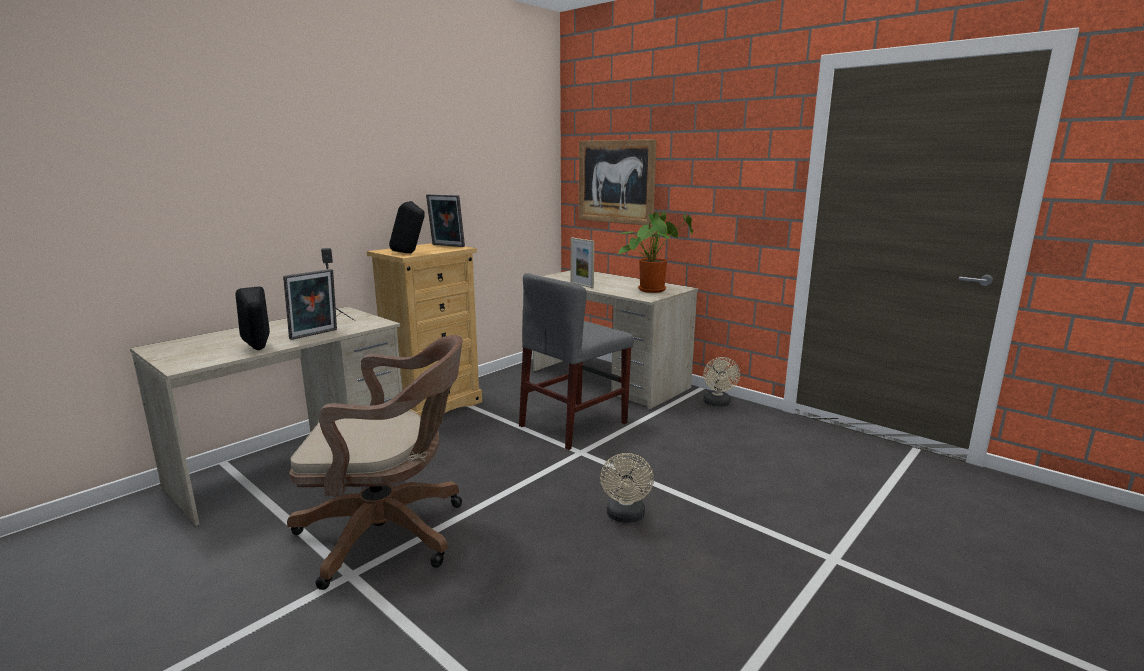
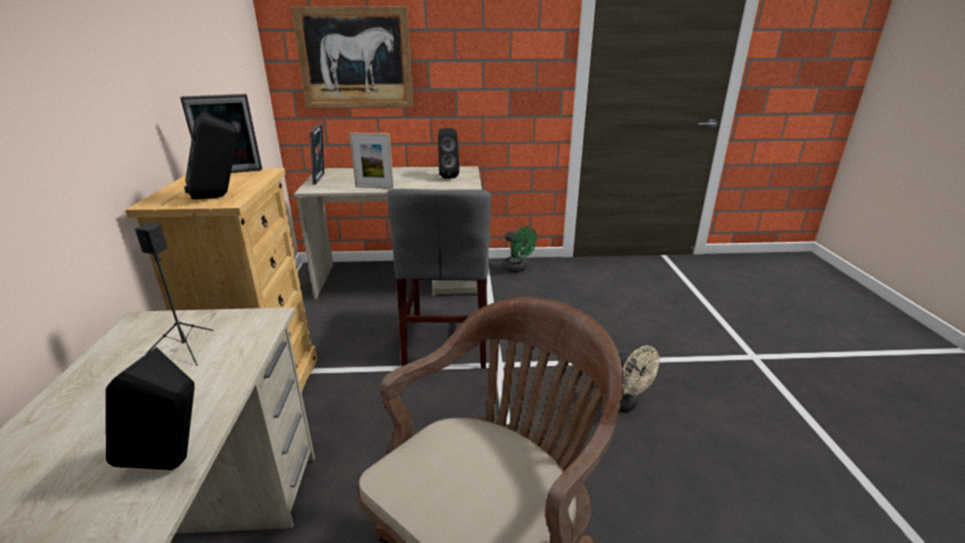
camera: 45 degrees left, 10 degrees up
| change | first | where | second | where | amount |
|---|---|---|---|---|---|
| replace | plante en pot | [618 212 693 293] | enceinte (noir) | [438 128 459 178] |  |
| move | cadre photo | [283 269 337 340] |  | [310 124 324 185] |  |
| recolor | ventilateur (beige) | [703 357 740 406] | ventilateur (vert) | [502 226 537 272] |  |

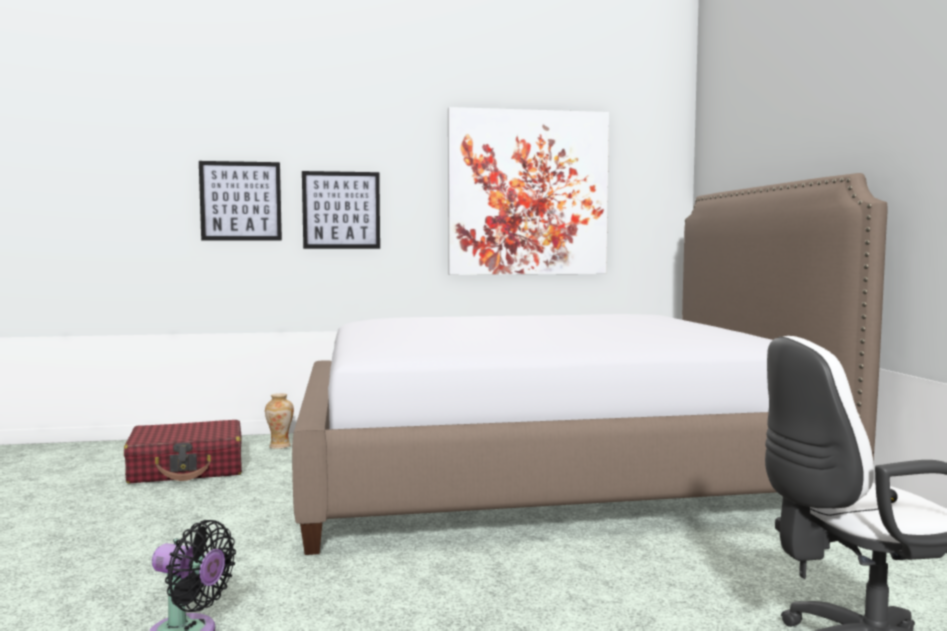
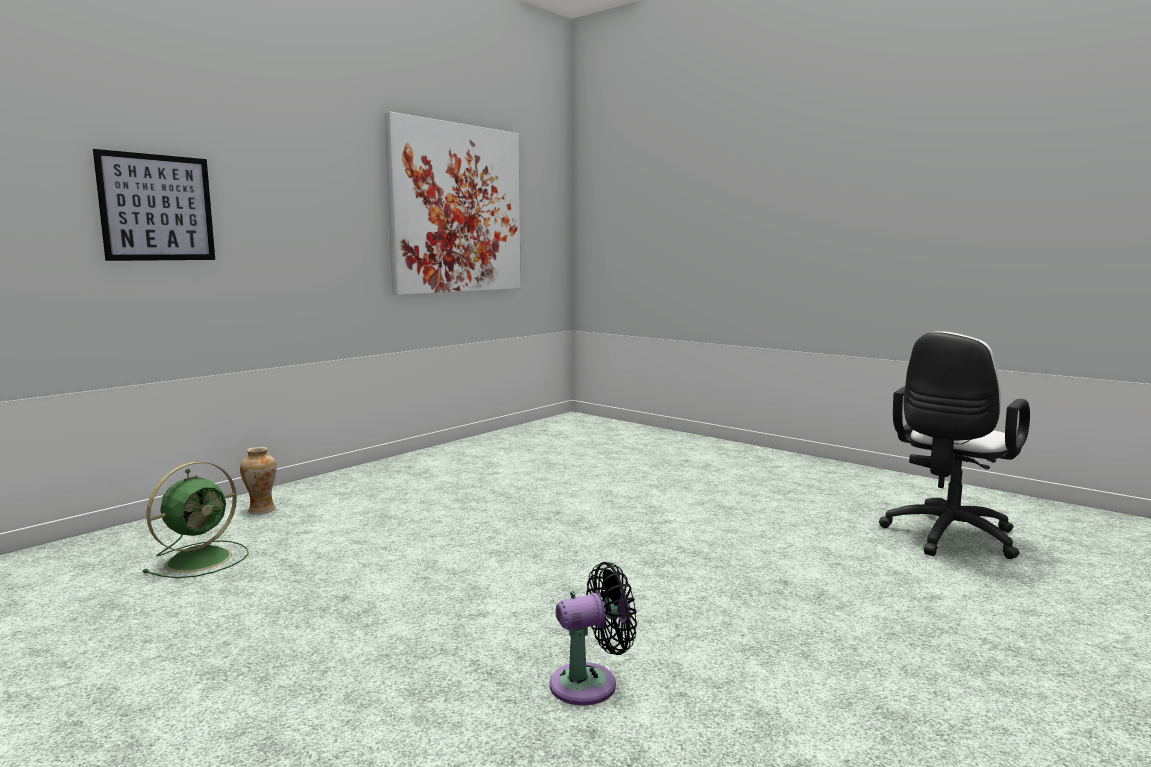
camera: 40 degrees left, 5 degrees up
| change | first | where | second | where | amount |
|---|---|---|---|---|---|
| delete | tableau | [302 171 380 249] |  |  |  |
| delete | lit | [292 173 888 555] |  |  |  |
| replace | valise (rouge) | [124 420 242 483] | ventilateur (vert) | [142 462 249 578] |  |

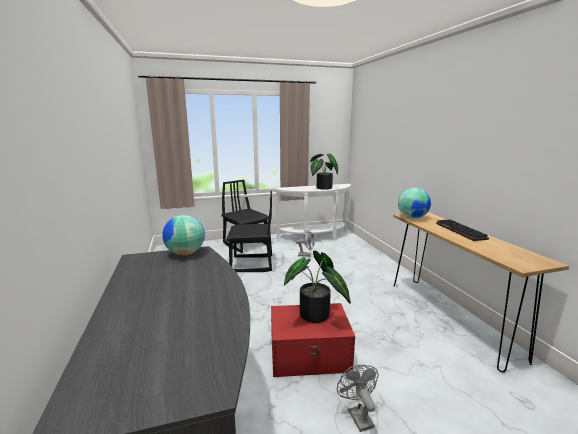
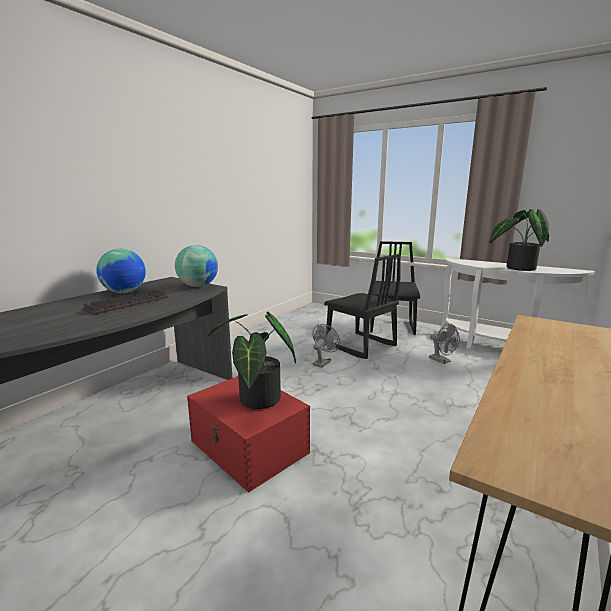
camera: 50 degrees right, 0 degrees up
| change | first | where | second | where | amount |
|---|---|---|---|---|---|
| move | globe | [398 188 431 218] |  | [96 249 146 293] |  |
| move | clavier | [436 220 489 241] |  | [83 289 168 315] |  |
| move | ventilateur (gris) | [337 365 378 432] |  | [313 324 340 368] |  |

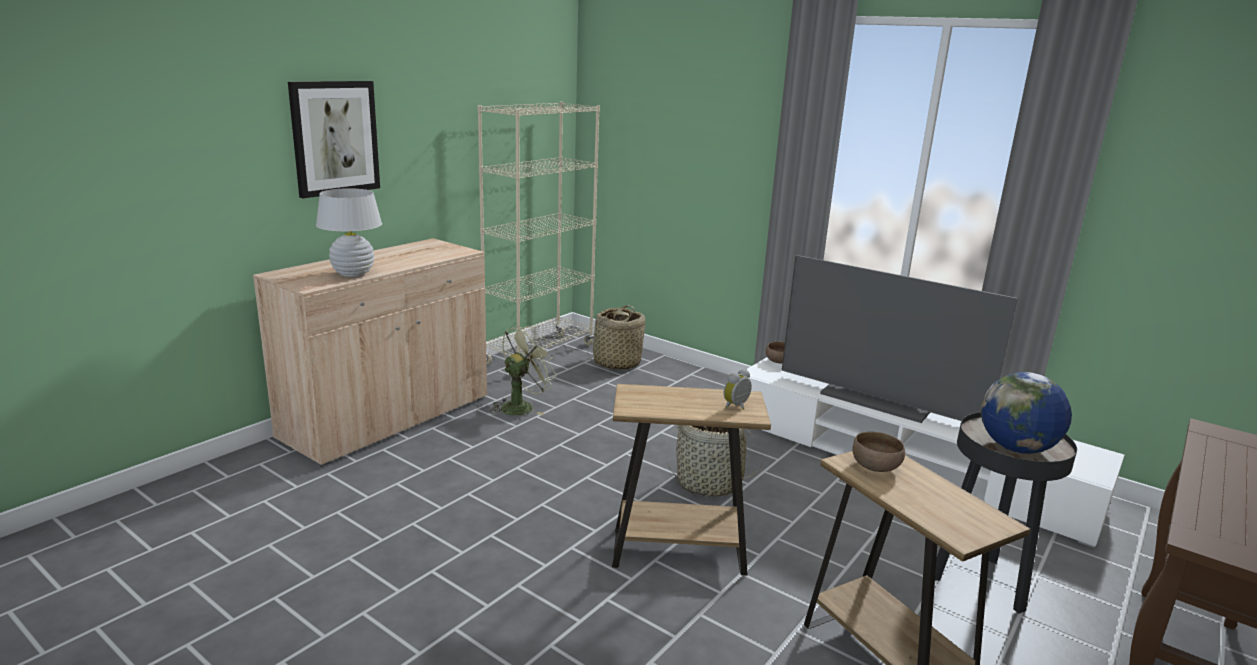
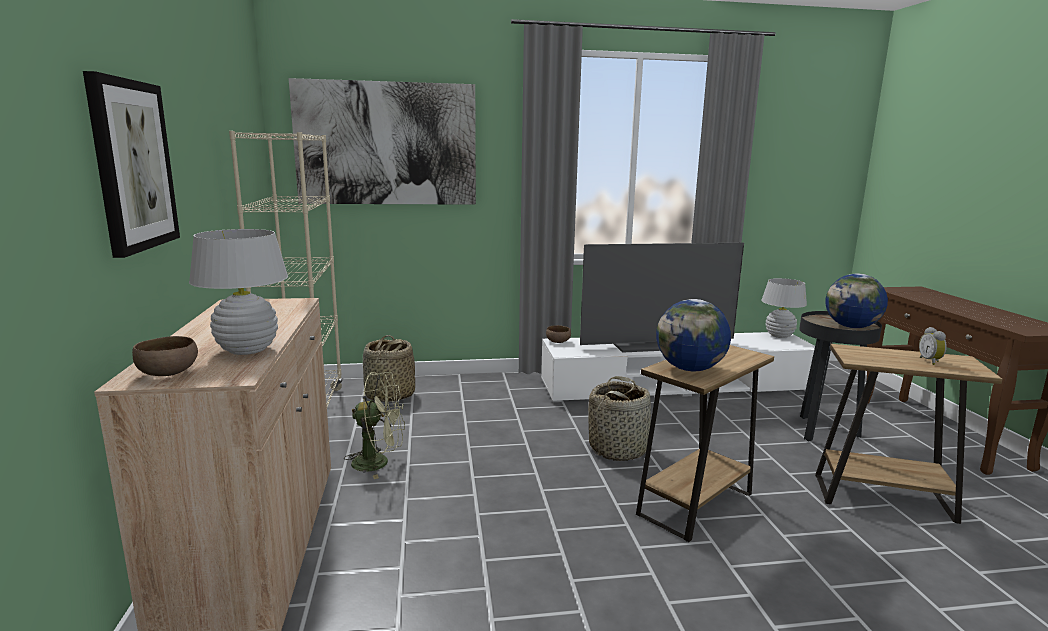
camera: 45 degrees left, 5 degrees down
| change | first | where | second | where | amount |
|---|---|---|---|---|---|
| rotate | ventilateur (vert) | [490 325 557 415] |  | [344 372 405 479] | 90 degrees clockwise |
| move | réveil | [723 369 752 410] |  | [919 327 947 365] |  |
| move | bol (marron) | [852 432 905 472] |  | [132 336 198 376] |  |
| insert |  |  | tableau | [289 78 476 205] |  |
| insert |  |  | lampe de table (blanc) | [761 278 807 338] |  |
| insert |  |  | globe | [656 299 731 371] |  |

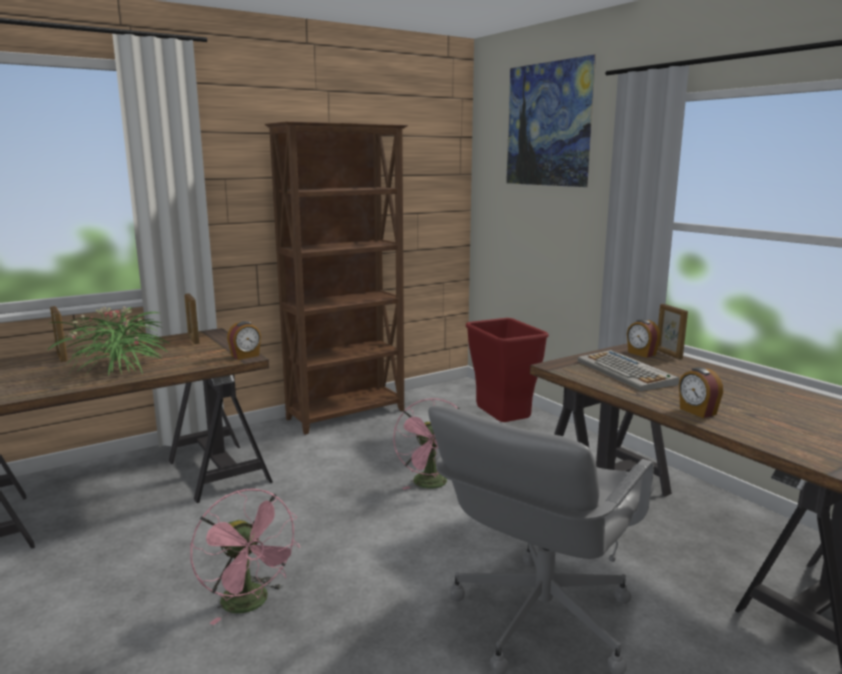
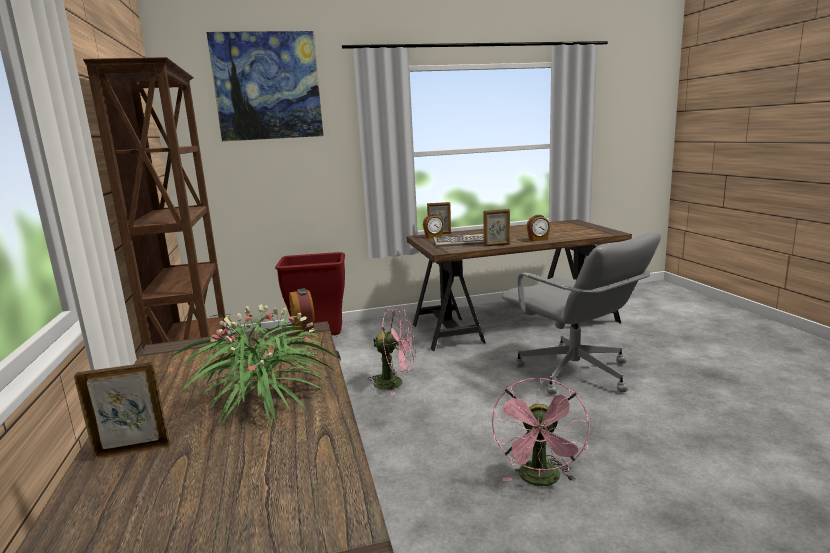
camera: 70 degrees left, 0 degrees up
| change | first | where | second | where | amount |
|---|---|---|---|---|---|
| move | cadre photo | [184 293 199 344] |  | [483 209 510 246] |  |
| rotate | ventilateur (rose) | [191 489 300 625] |  | [492 377 590 486] | 120 degrees clockwise |

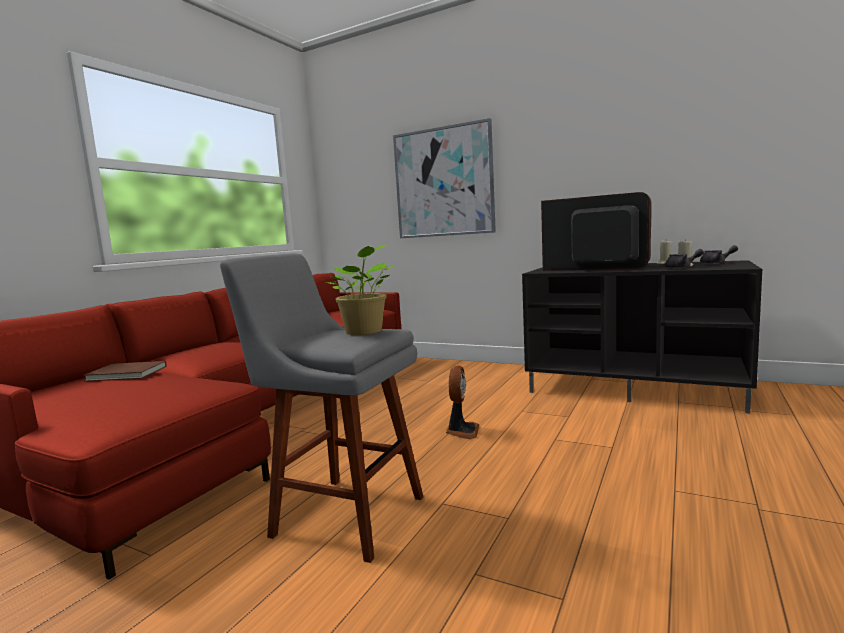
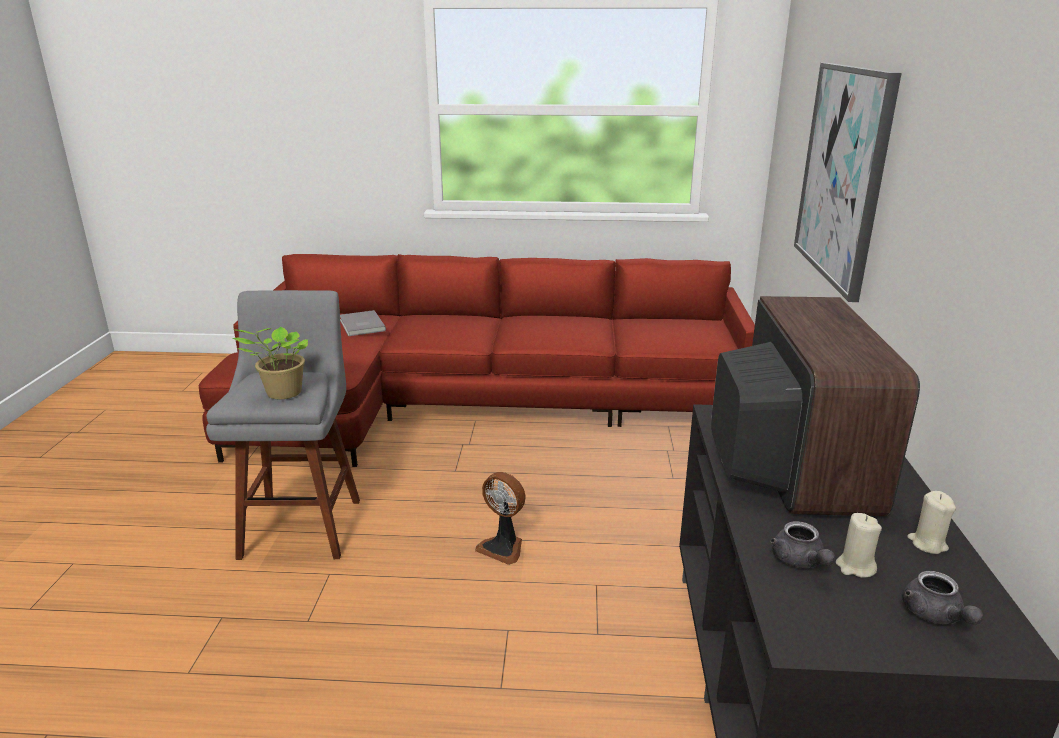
camera: 65 degrees right, 15 degrees up
| change | first | where | second | where | amount |
|---|---|---|---|---|---|
| recolor | livre (marron) | [83 361 167 381] | livre (gris) | [340 310 386 336] |  |
| rotate | ventilateur | [446 366 479 439] |  | [475 472 525 565] | 45 degrees clockwise |

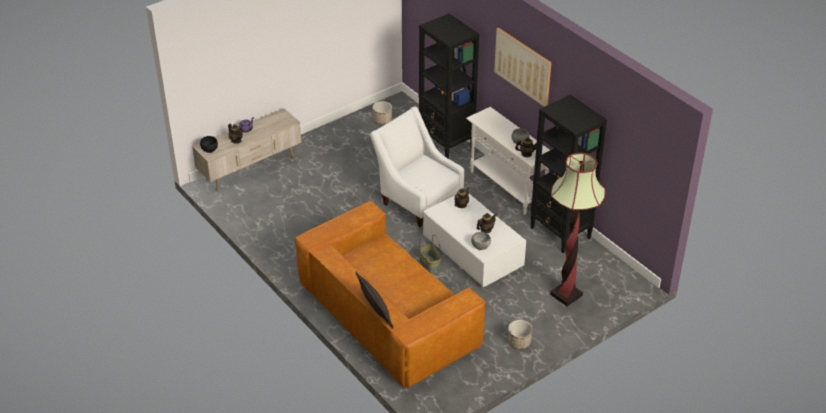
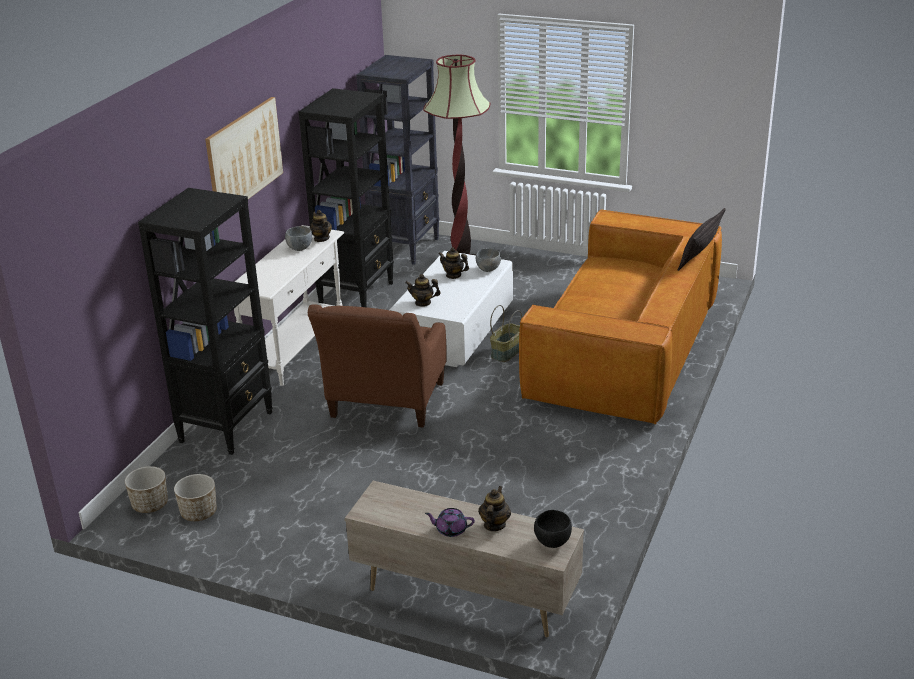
camera: 120 degrees left, 10 degrees down
| change | first | where | second | where | amount |
|---|---|---|---|---|---|
| recolor | fauteuil (blanc) | [370 107 464 227] | fauteuil (marron) | [308 304 447 427] |  |
| move | cache-pot | [508 320 533 349] |  | [125 466 168 513] |  |
| insert |  |  | bibliothèque (noir) | [356 55 440 265] |  |

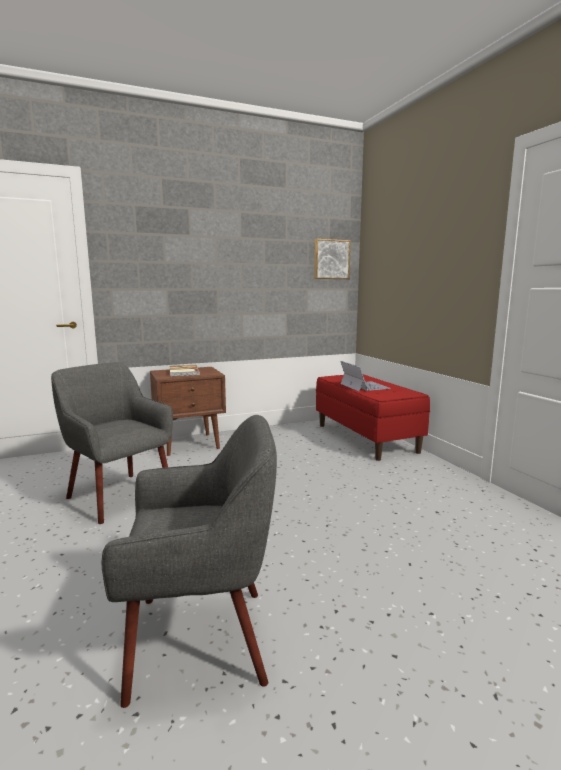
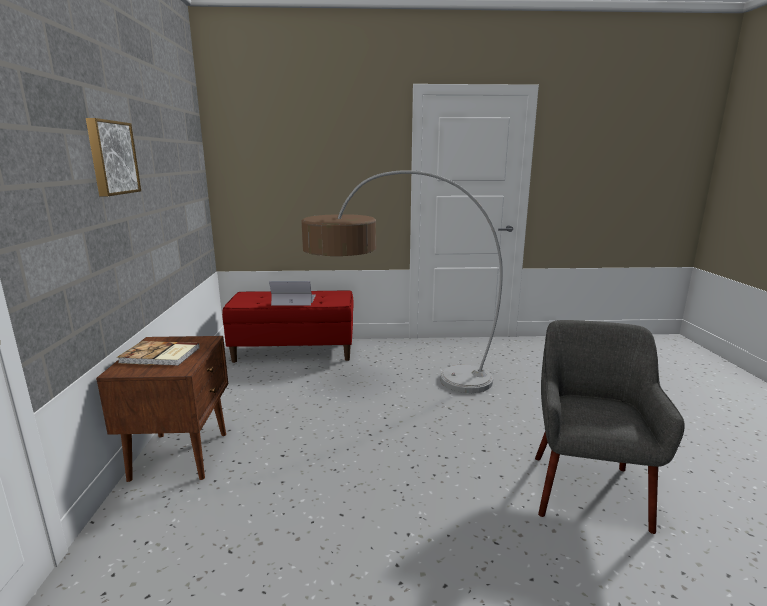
camera: 70 degrees left, 5 degrees up
| change | first | where | second | where | amount |
|---|---|---|---|---|---|
| move | tableau | [314 239 351 279] |  | [86 118 141 196] |  |
| delete | fauteuil (gris) | [51 362 173 524] |  |  |  |
| insert |  |  | lampadaire | [301 170 503 393] |  |

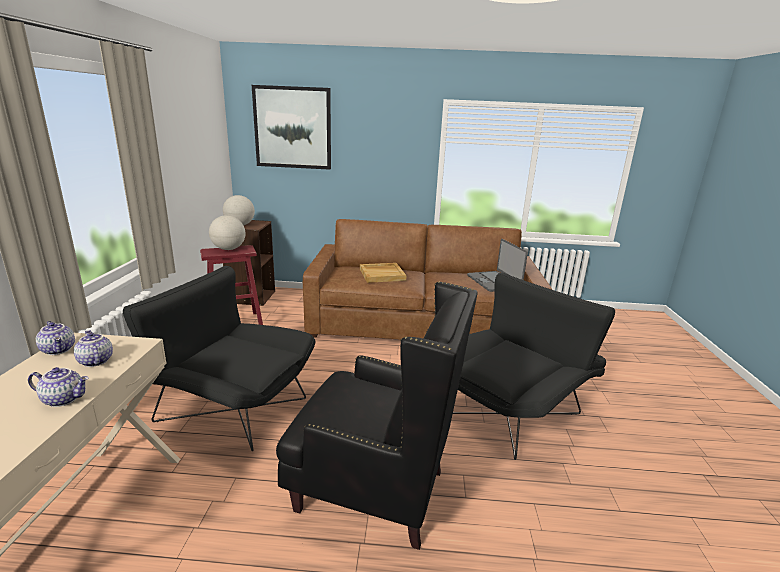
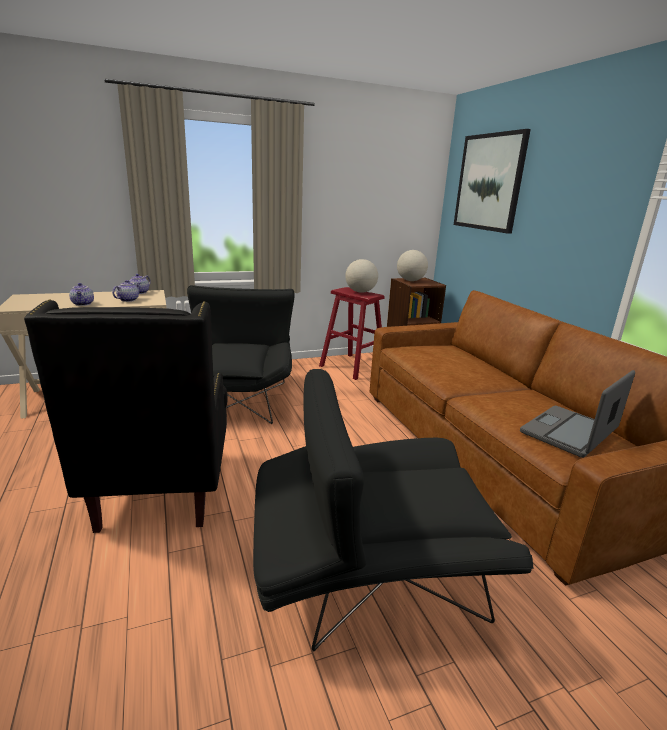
camera: 65 degrees right, 0 degrees up
| change | first | where | second | where | amount |
|---|---|---|---|---|---|
| delete | plateau (beige) | [360 263 406 283] |  |  |  |
| rotate | fauteuil (noir) | [453 272 615 460] |  | [253 369 534 651] | 150 degrees clockwise |

